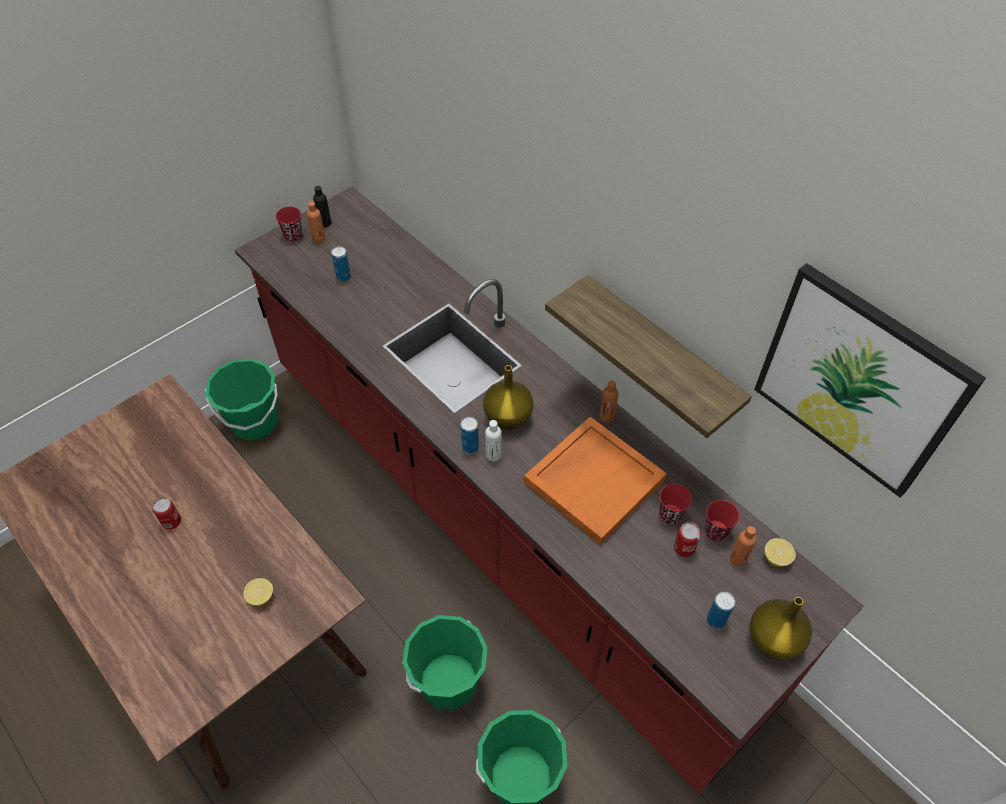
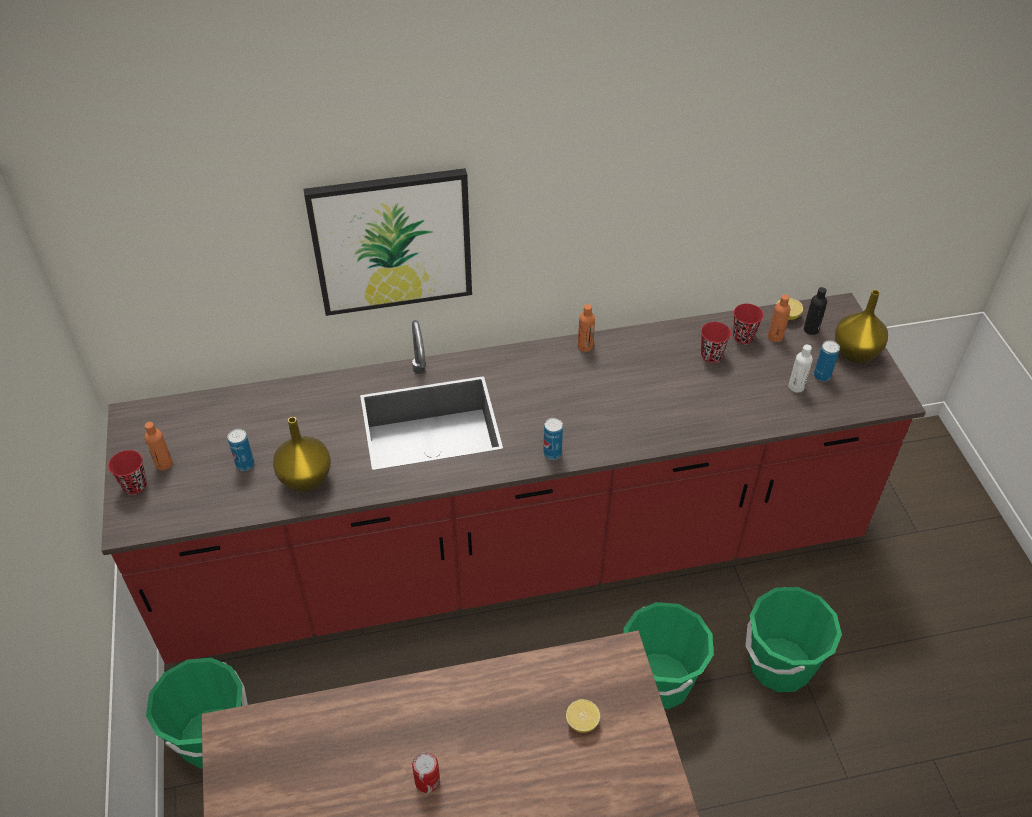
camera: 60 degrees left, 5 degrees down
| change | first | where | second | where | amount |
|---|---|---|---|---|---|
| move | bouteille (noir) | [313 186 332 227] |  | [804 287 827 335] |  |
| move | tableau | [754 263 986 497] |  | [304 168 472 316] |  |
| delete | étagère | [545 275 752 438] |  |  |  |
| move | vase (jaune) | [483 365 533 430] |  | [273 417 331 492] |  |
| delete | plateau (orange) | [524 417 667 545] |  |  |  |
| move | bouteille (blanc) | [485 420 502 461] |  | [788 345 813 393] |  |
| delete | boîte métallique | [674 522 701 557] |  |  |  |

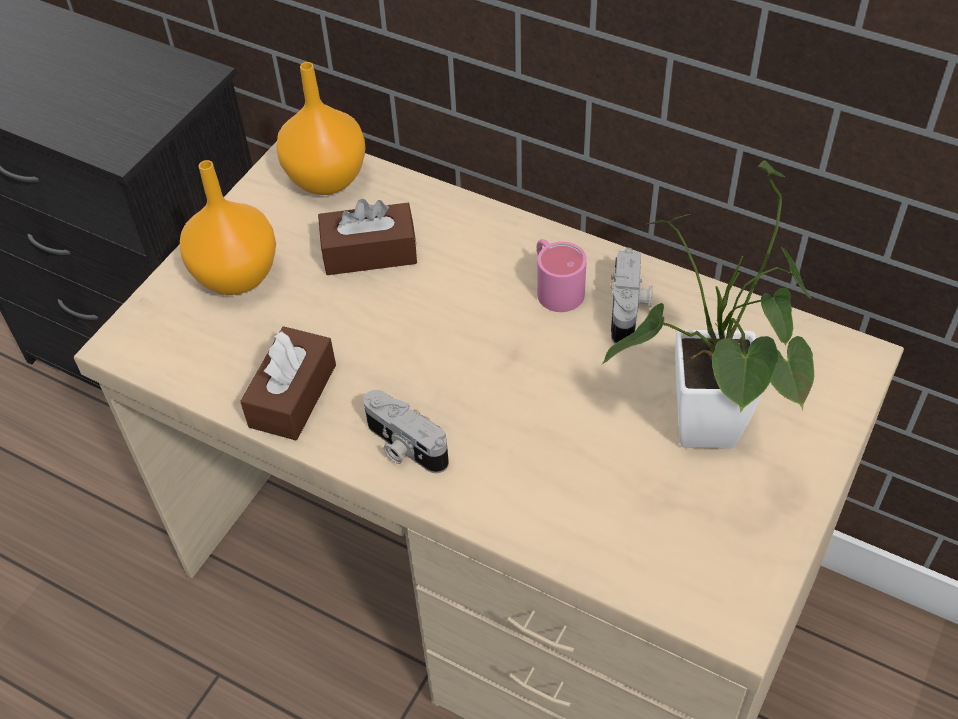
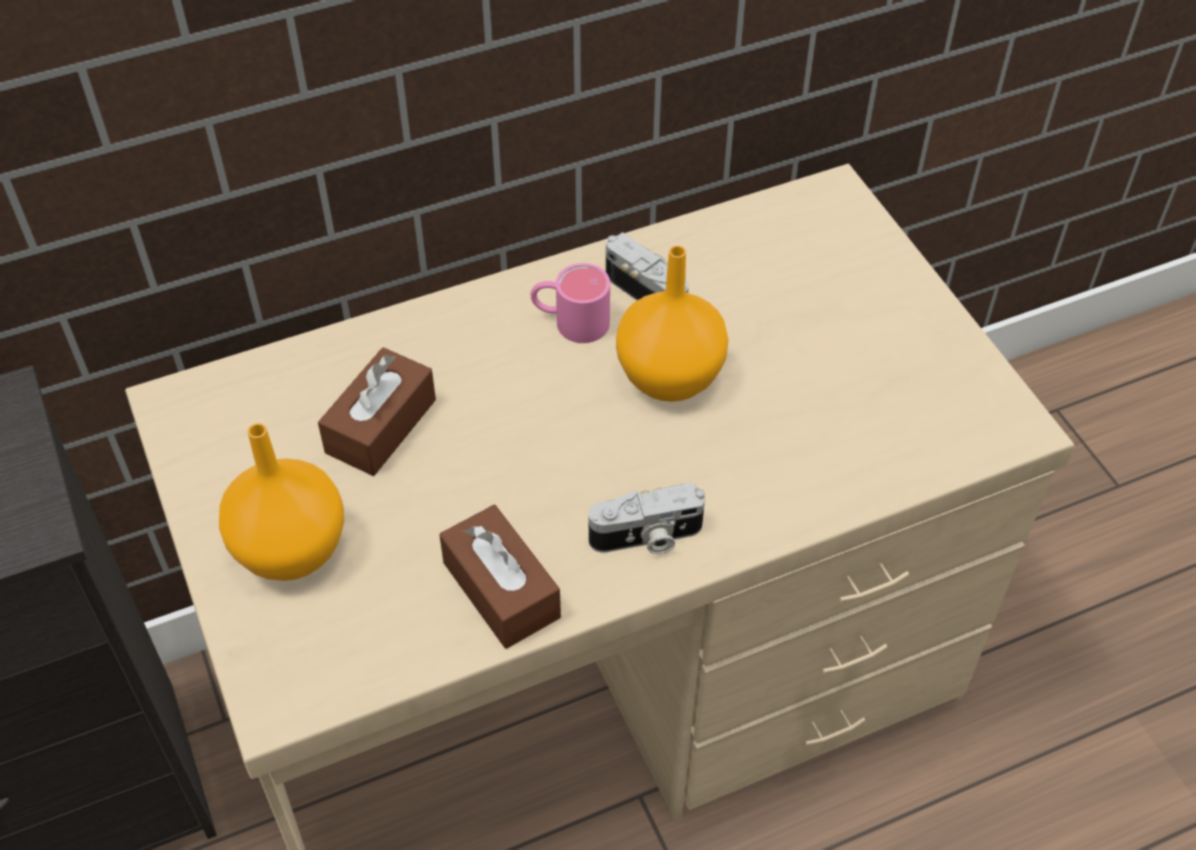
camera: 55 degrees left, 0 degrees up
| change | first | where | second | where | amount |
|---|---|---|---|---|---|
| move | vase (orange) | [276 62 365 195] |  | [616 245 729 402] |  |
| delete | plante en pot | [602 160 814 449] |  |  |  |

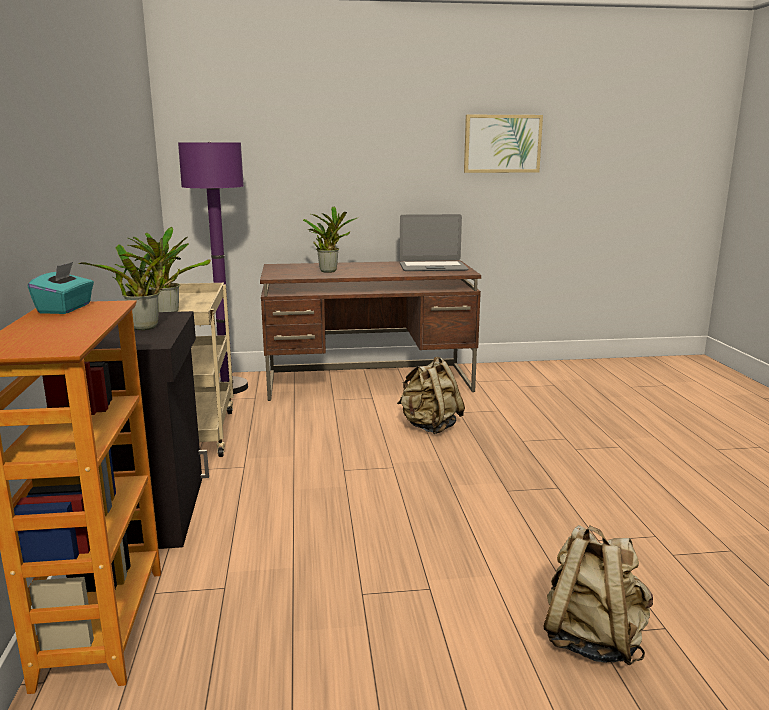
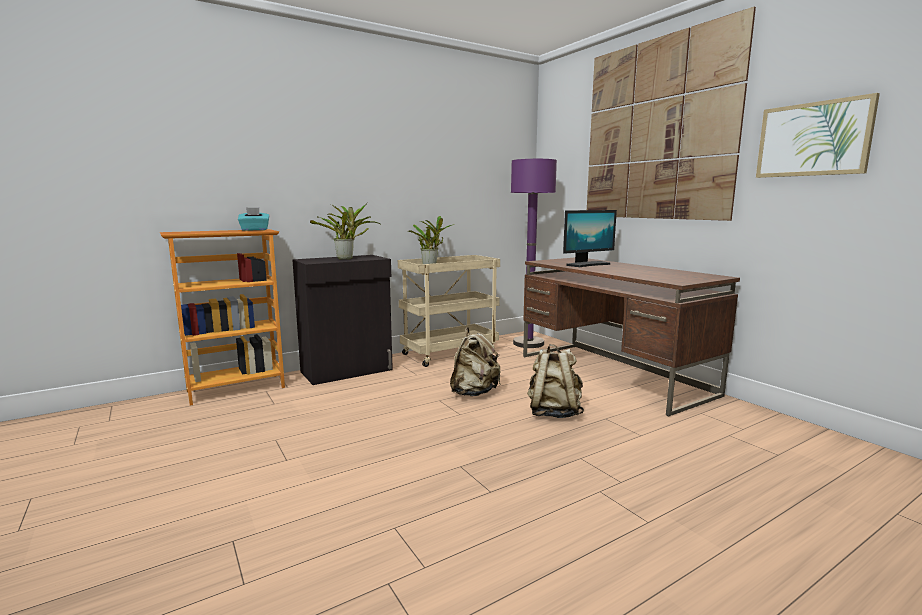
camera: 65 degrees right, 5 degrees down
| change | first | where | second | where | amount |
|---|---|---|---|---|---|
| replace | plante en pot | [303 207 357 273] | écran d'ordinateur | [563 210 617 267] |  |
| delete | ordinateur portable | [400 214 468 271] |  |  |  |
| move | sac à dos (beige) | [543 525 653 665] |  | [450 327 500 396] |  |
| insert |  |  | tableau | [587 7 756 221] |  |

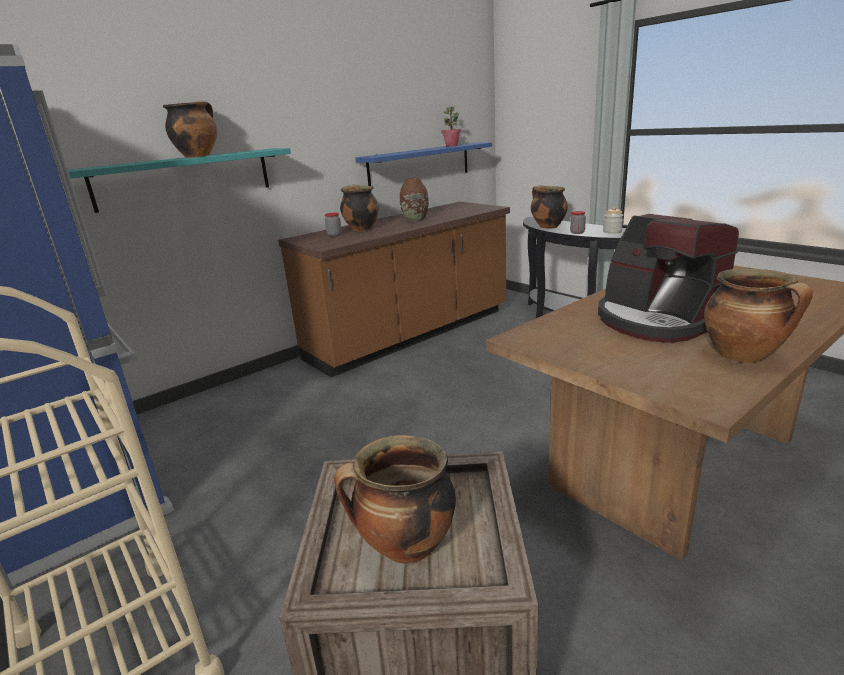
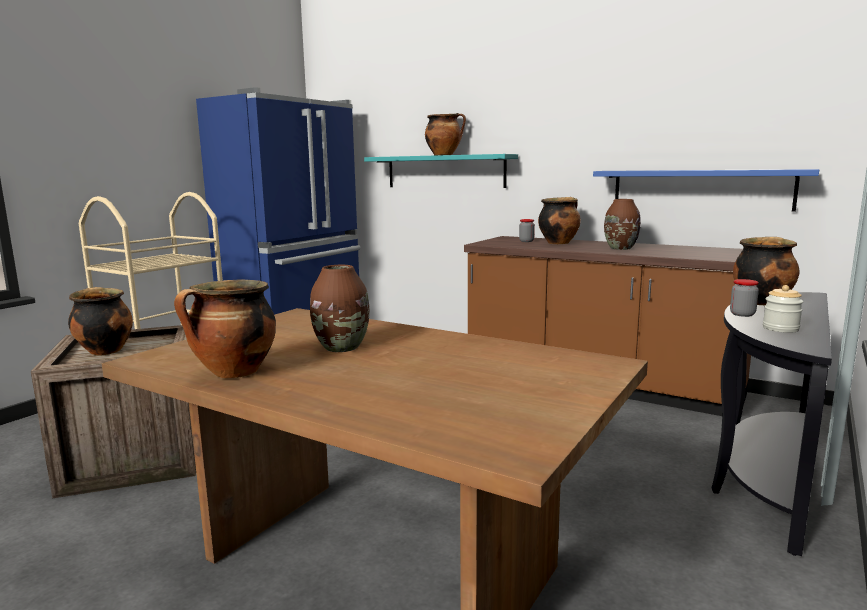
camera: 70 degrees right, 10 degrees down
| change | first | where | second | where | amount |
|---|---|---|---|---|---|
| delete | plante en pot | [441 107 461 147] |  |  |  |
| replace | machine à café | [598 214 739 343] | vase (marron) | [310 265 370 352] |  |

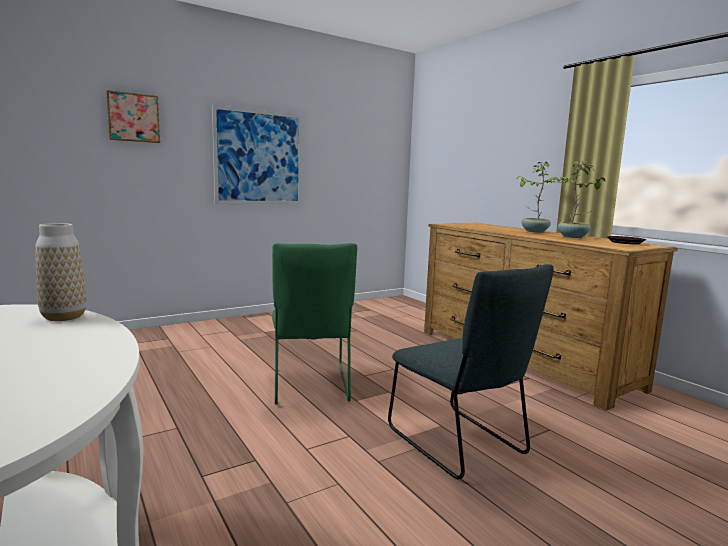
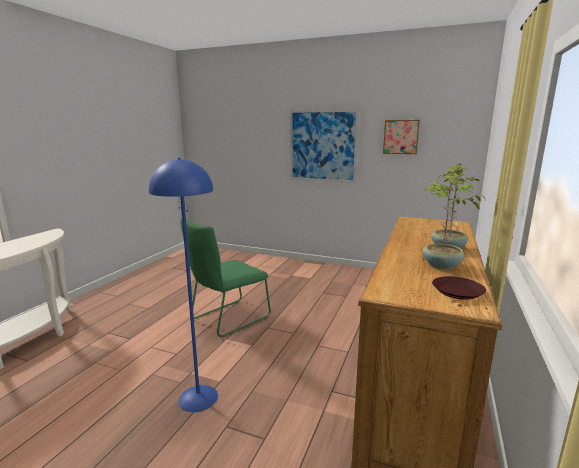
camera: 55 degrees right, 5 degrees up
| change | first | where | second | where | amount |
|---|---|---|---|---|---|
| move | tableau | [106 90 160 143] |  | [383 120 420 154] |  |
| delete | vase | [35 223 87 321] |  |  |  |
| replace | chaise (gris) | [388 264 554 480] | lampadaire (bleu) | [149 157 218 412] |  |

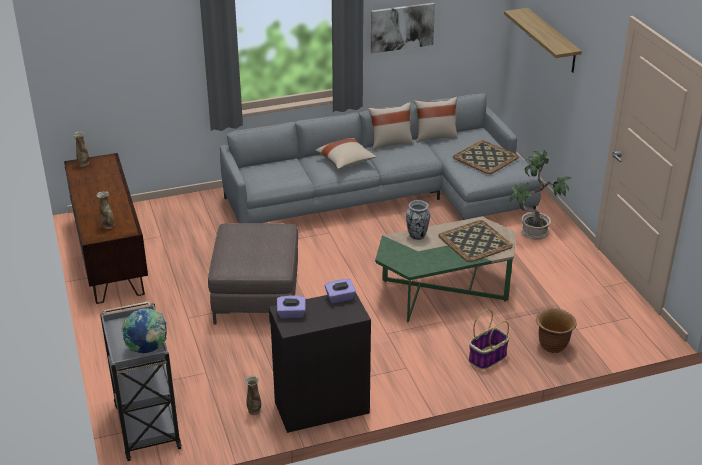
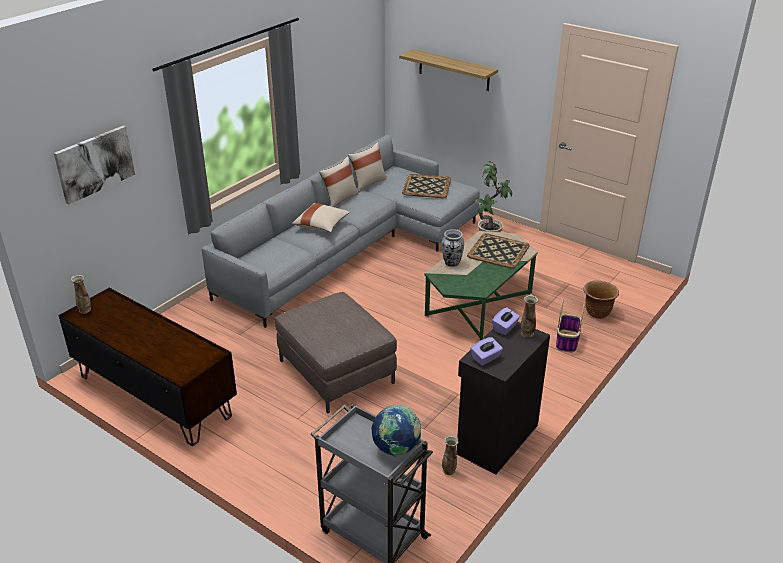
camera: 35 degrees left, 0 degrees up
| change | first | where | second | where | amount |
|---|---|---|---|---|---|
| move | tableau | [371 3 435 53] |  | [54 125 135 204] |  |
| move | vase | [96 191 114 229] |  | [520 295 538 338] |  |

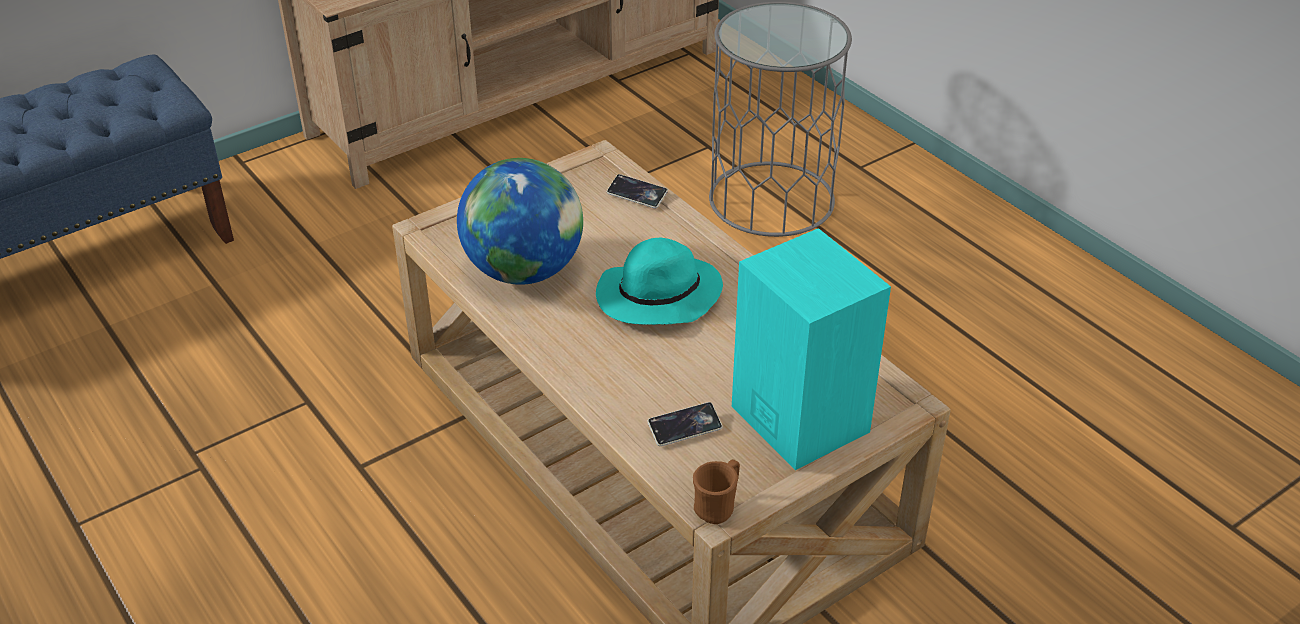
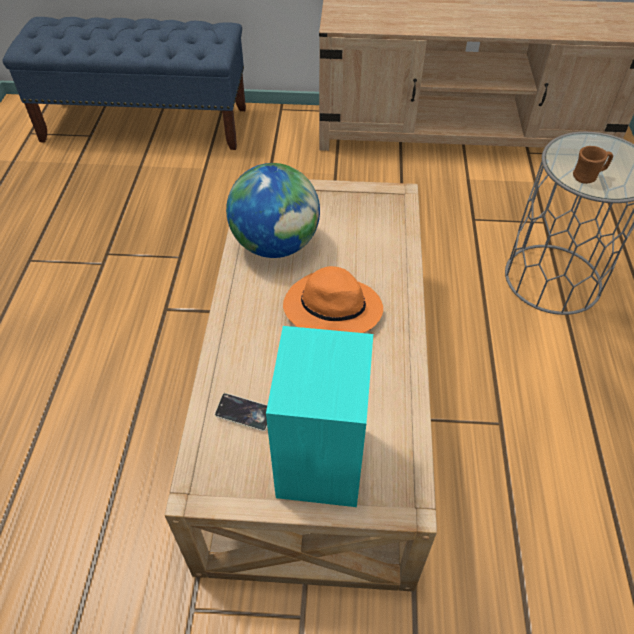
camera: 40 degrees right, 10 degrees up
| change | first | where | second | where | amount |
|---|---|---|---|---|---|
| delete | téléphone | [607 174 668 208] |  |  |  |
| recolor | chapeau (turquoise) | [596 238 723 325] | chapeau (orange) | [283 266 383 333] |  |
| move | mug (marron) | [693 459 740 524] |  | [573 146 613 184] |  |

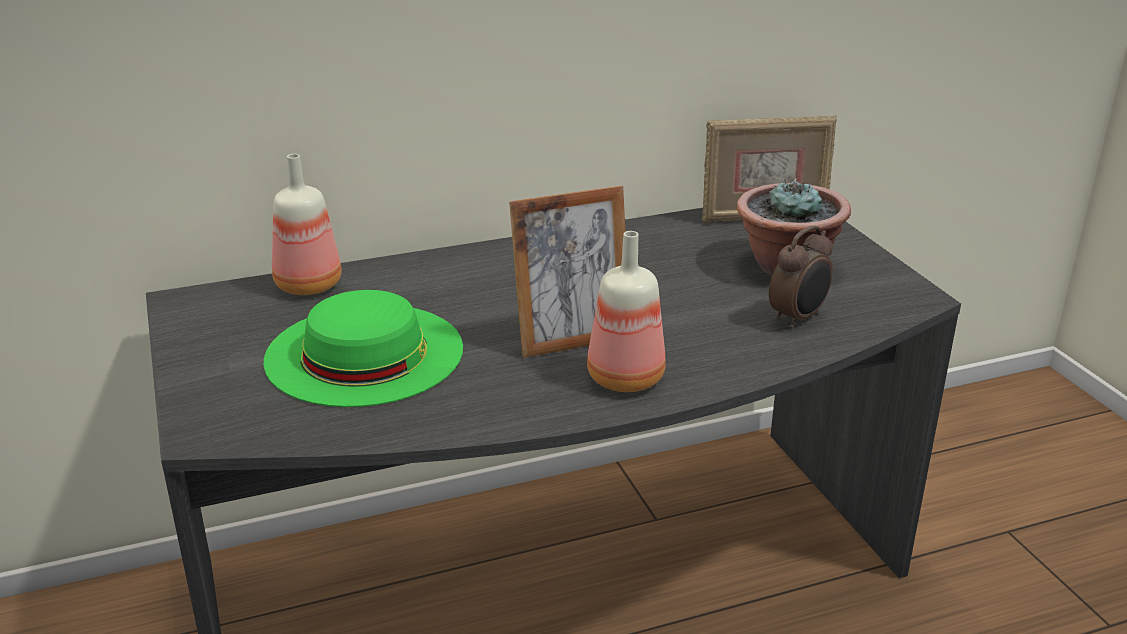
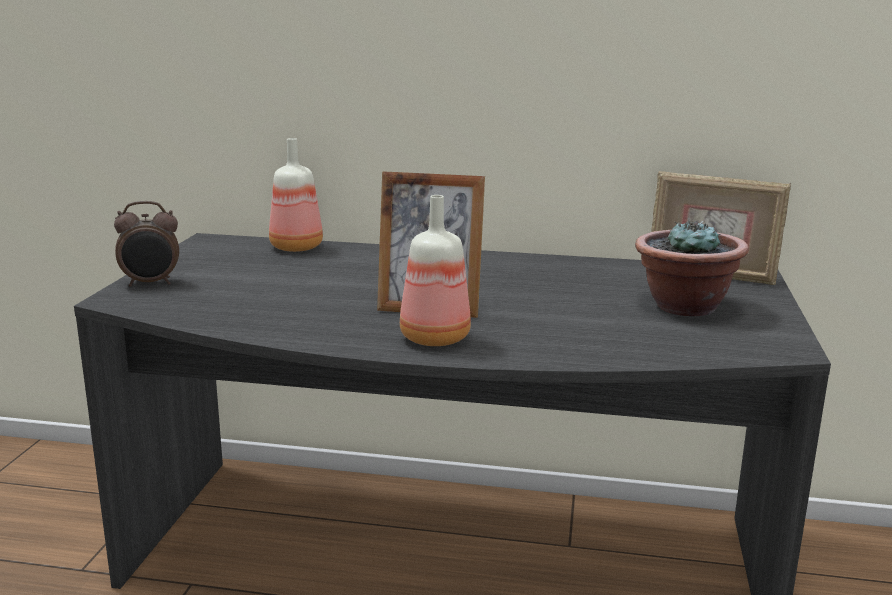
camera: 30 degrees right, 10 degrees down
| change | first | where | second | where | amount |
|---|---|---|---|---|---|
| move | réveil | [769 225 833 328] |  | [114 201 179 286] |  |
| delete | chapeau (vert) | [263 290 463 407] |  |  |  |

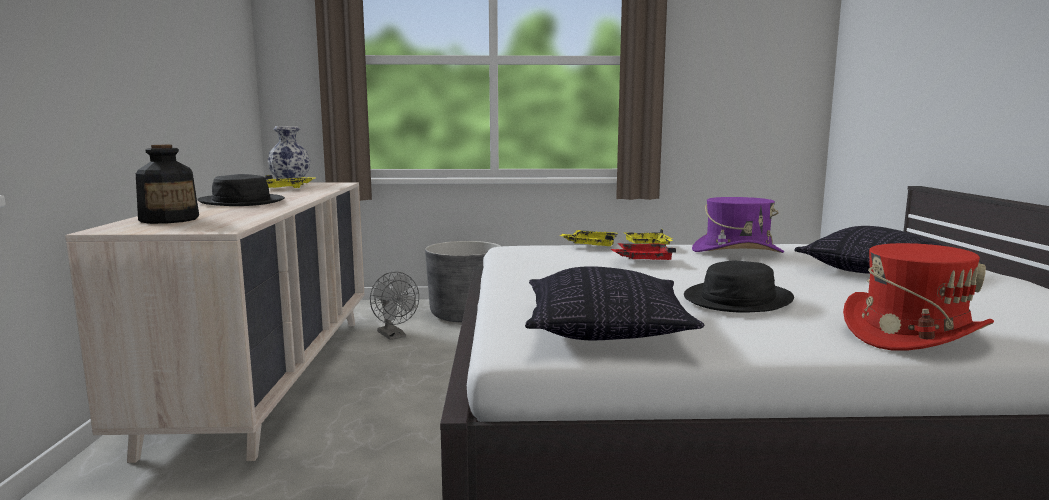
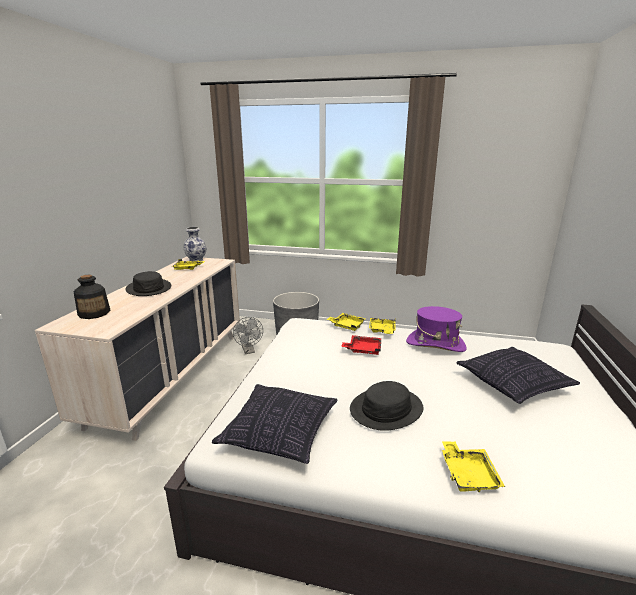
camera: 15 degrees right, 10 degrees up
| change | first | where | second | where | amount |
|---|---|---|---|---|---|
| replace | chapeau (rouge) | [843 243 994 351] | plateau (jaune) | [442 441 505 492] |  |

